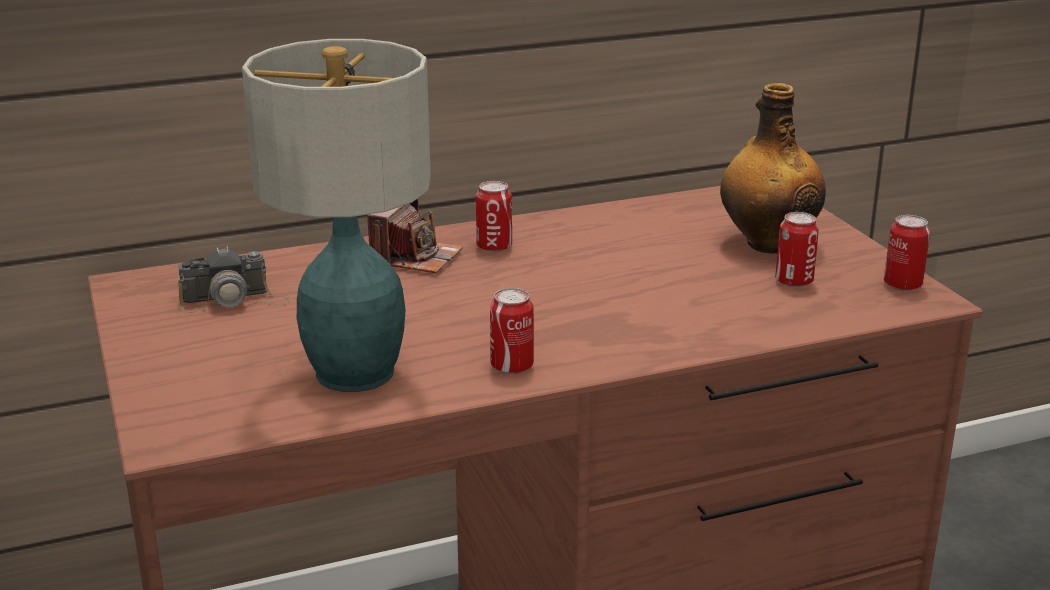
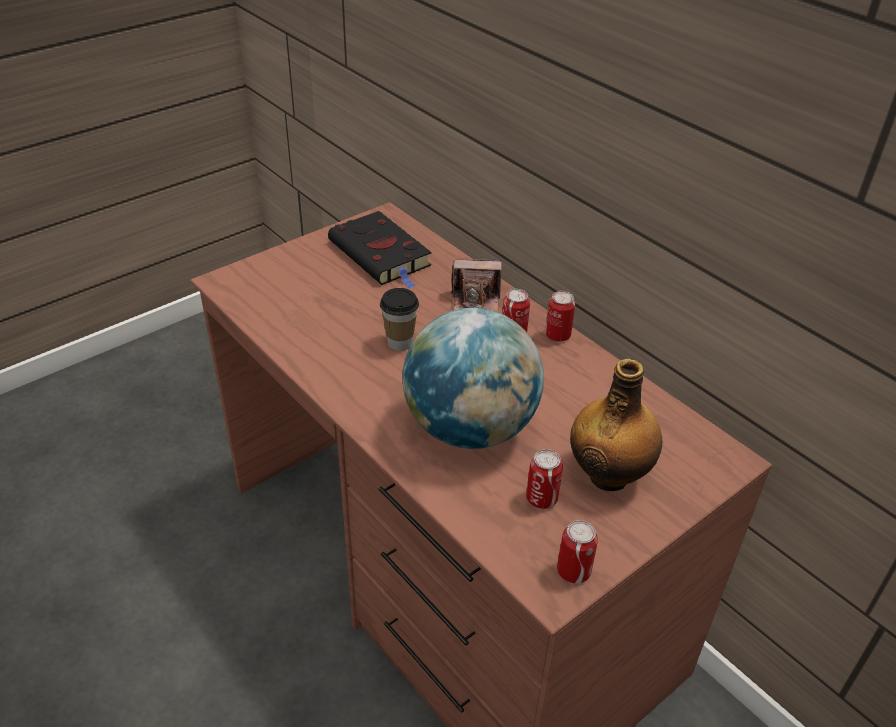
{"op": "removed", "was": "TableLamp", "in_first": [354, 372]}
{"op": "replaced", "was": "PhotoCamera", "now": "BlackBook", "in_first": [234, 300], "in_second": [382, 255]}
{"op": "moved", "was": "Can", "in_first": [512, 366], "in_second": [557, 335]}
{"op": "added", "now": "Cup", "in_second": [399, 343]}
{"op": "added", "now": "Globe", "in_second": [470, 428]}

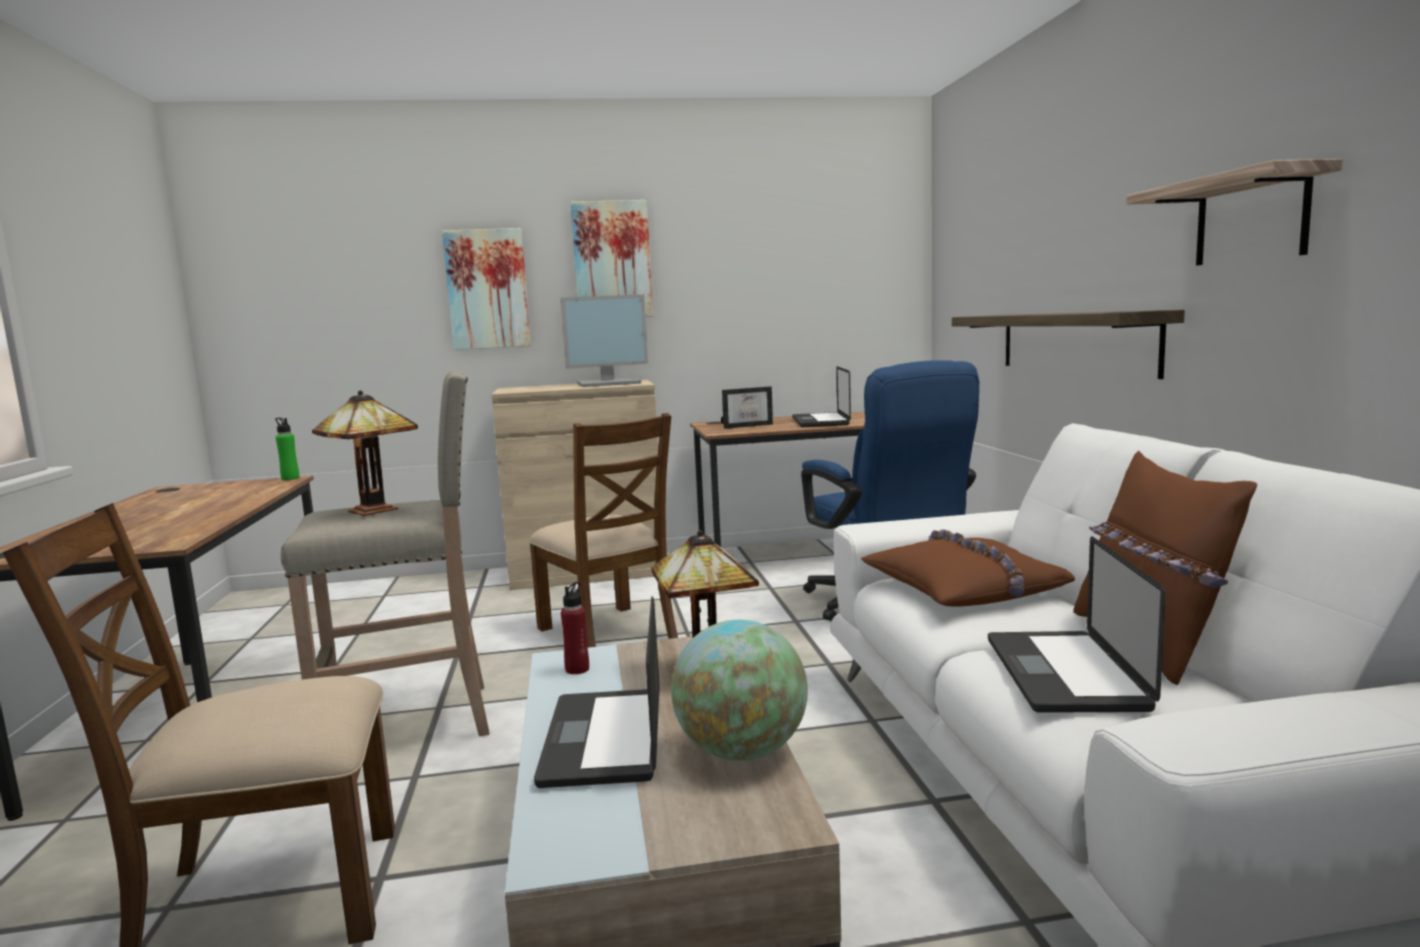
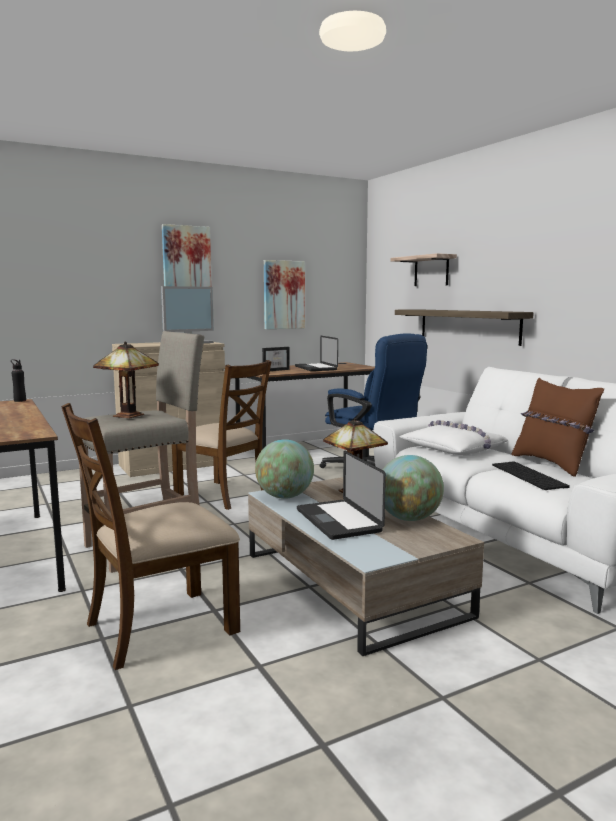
{"op": "moved", "was": "Shelf", "in_first": [1251, 219], "in_second": [431, 271]}
{"op": "moved", "was": "Picture", "in_first": [487, 289], "in_second": [283, 295]}
{"op": "recoloured", "was": "GreenBottle", "now": "BlackBottle", "in_first": [290, 478], "in_second": [20, 400]}
{"op": "recoloured", "was": "BrownPillow", "now": "WhitePillow", "in_first": [967, 589], "in_second": [455, 449]}
{"op": "replaced", "was": "Laptop", "now": "Keyboard", "in_first": [1064, 673], "in_second": [530, 476]}
{"op": "replaced", "was": "RedBottle", "now": "Globe", "in_first": [577, 669], "in_second": [284, 497]}

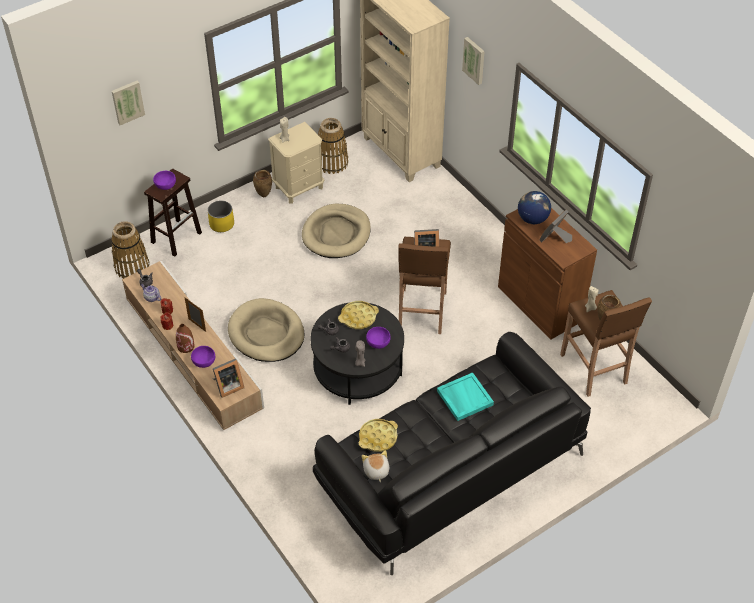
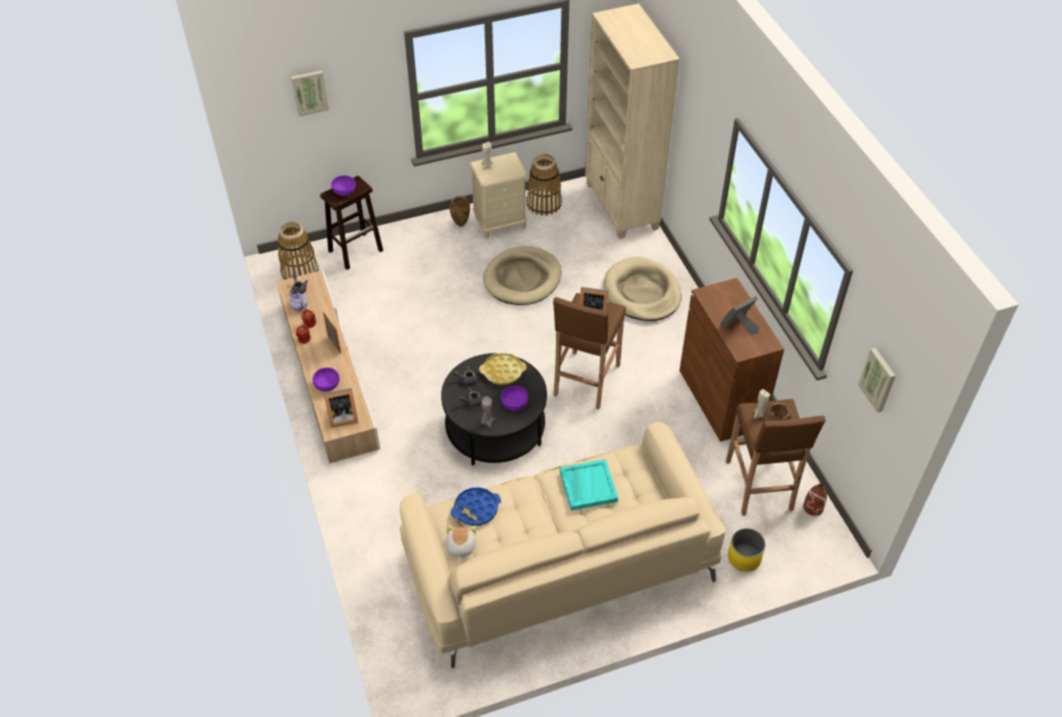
{"op": "moved", "was": "Picture", "in_first": [474, 60], "in_second": [878, 379]}
{"op": "removed", "was": "Globe", "in_first": [532, 219]}
{"op": "moved", "was": "YellowPlanter", "in_first": [221, 224], "in_second": [744, 558]}
{"op": "moved", "was": "BeigeDogBed", "in_first": [266, 333], "in_second": [642, 292]}
{"op": "moved", "was": "BrownVase", "in_first": [186, 346], "in_second": [813, 507]}
{"op": "recoloured", "was": "BlackSofa", "now": "BeigeSofa", "in_first": [449, 469], "in_second": [557, 562]}
{"op": "recoloured", "was": "YellowTray", "now": "BlueTray", "in_first": [378, 437], "in_second": [476, 509]}

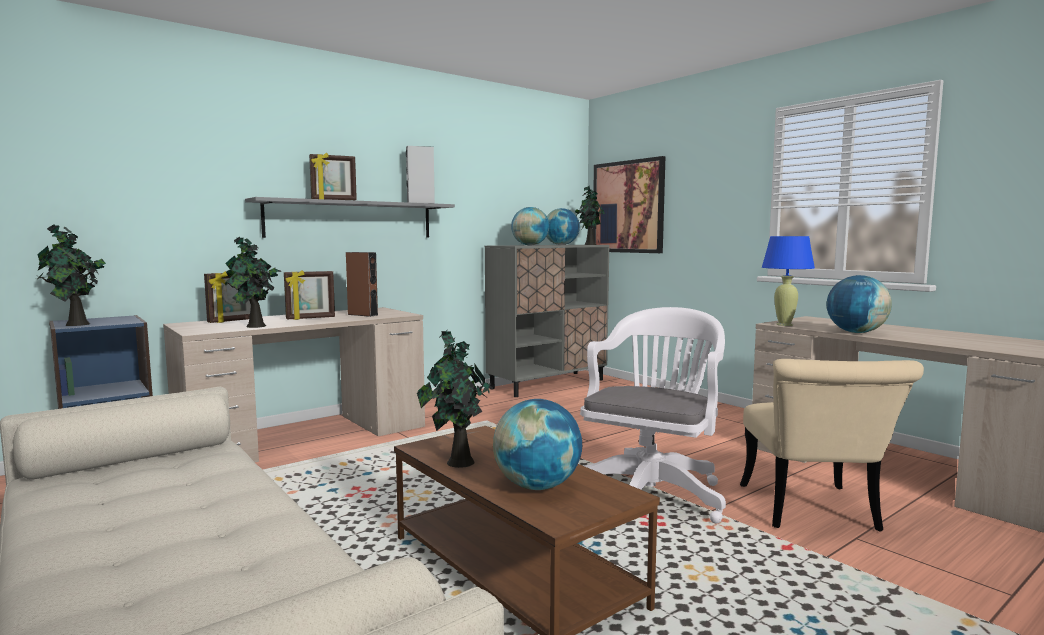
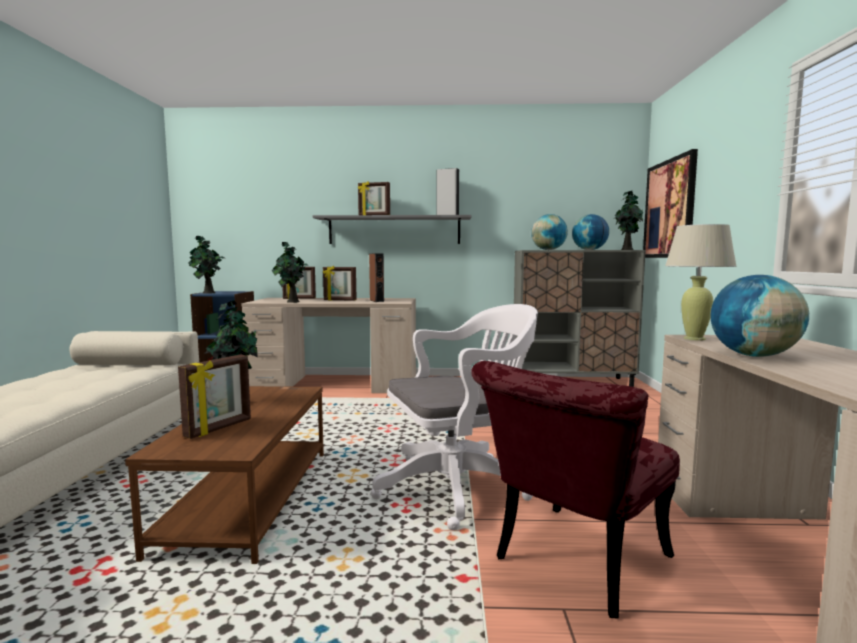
{"op": "recoloured", "was": "BlueTableLamp", "now": "BeigeTableLamp", "in_first": [784, 324], "in_second": [694, 338]}
{"op": "recoloured", "was": "BeigeChair", "now": "RedChair", "in_first": [813, 513], "in_second": [573, 565]}
{"op": "replaced", "was": "Globe", "now": "PictureFrame", "in_first": [537, 486], "in_second": [219, 428]}

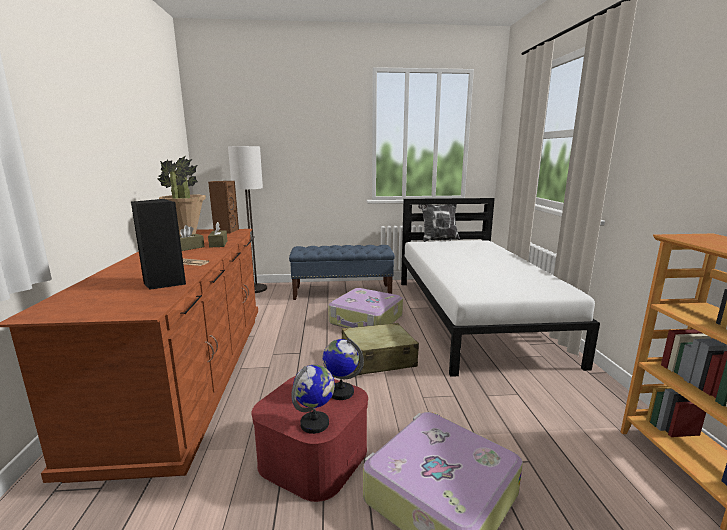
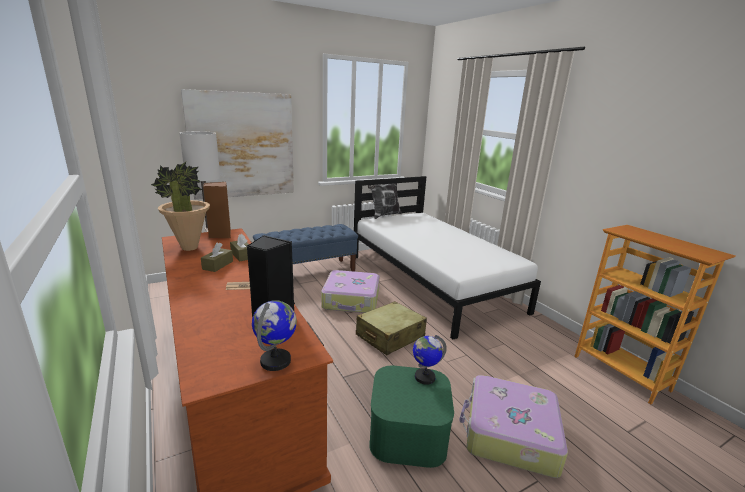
{"op": "moved", "was": "Globe", "in_first": [315, 424], "in_second": [276, 361]}
{"op": "recoloured", "was": "RedStorageBox", "now": "GreenStorageBox", "in_first": [313, 455], "in_second": [407, 432]}
{"op": "added", "now": "Picture", "in_second": [242, 145]}

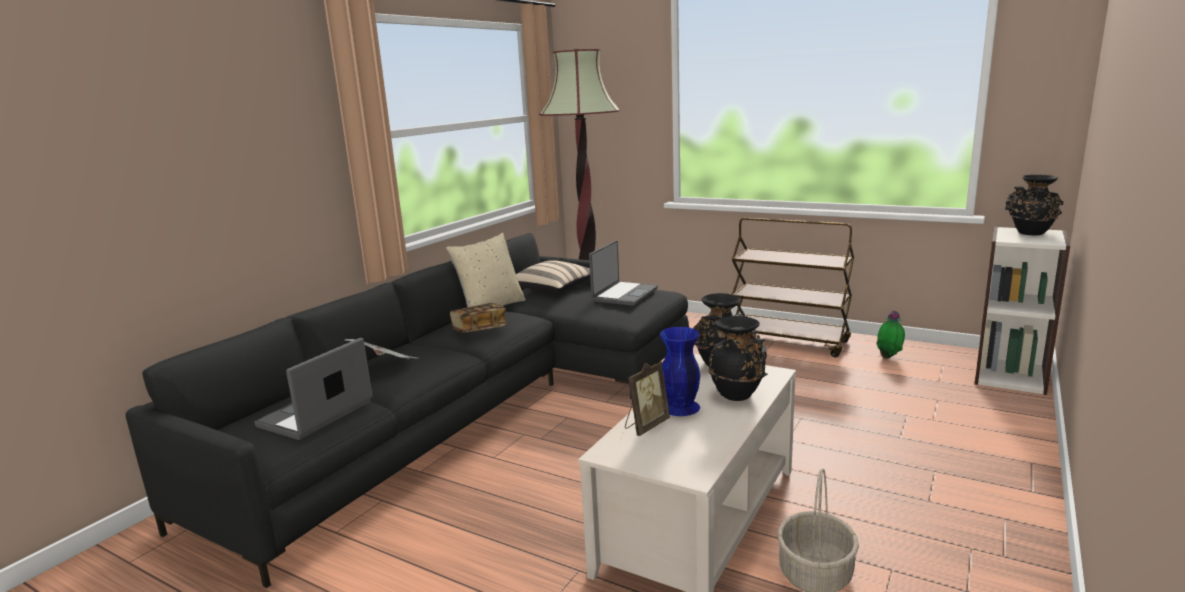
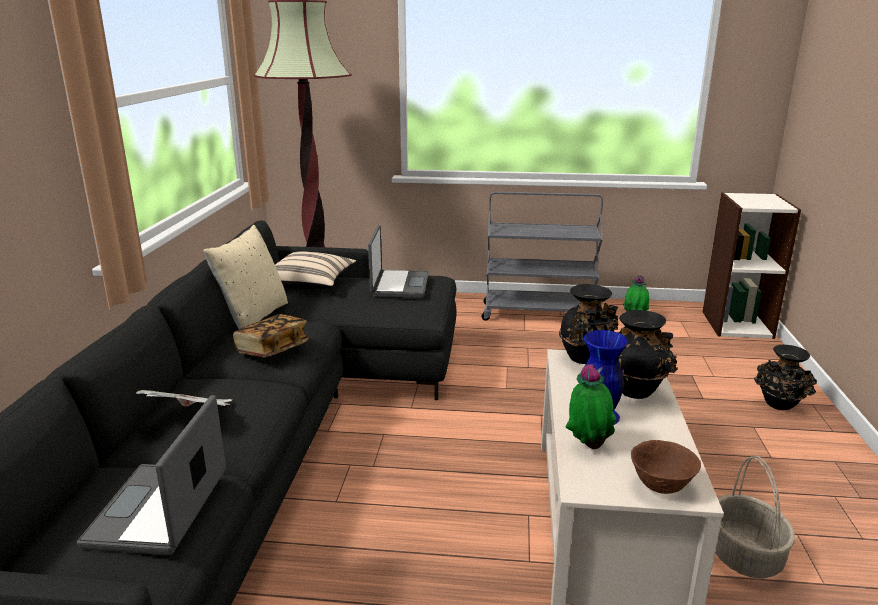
{"op": "moved", "was": "BlackVase", "in_first": [1030, 233], "in_second": [779, 406]}
{"op": "recoloured", "was": "BrownCart", "now": "GreyCart", "in_first": [789, 342], "in_second": [538, 313]}
{"op": "replaced", "was": "PictureFrame", "now": "PottedPlant", "in_first": [645, 426], "in_second": [588, 445]}
{"op": "added", "now": "BrownBowl", "in_second": [661, 486]}

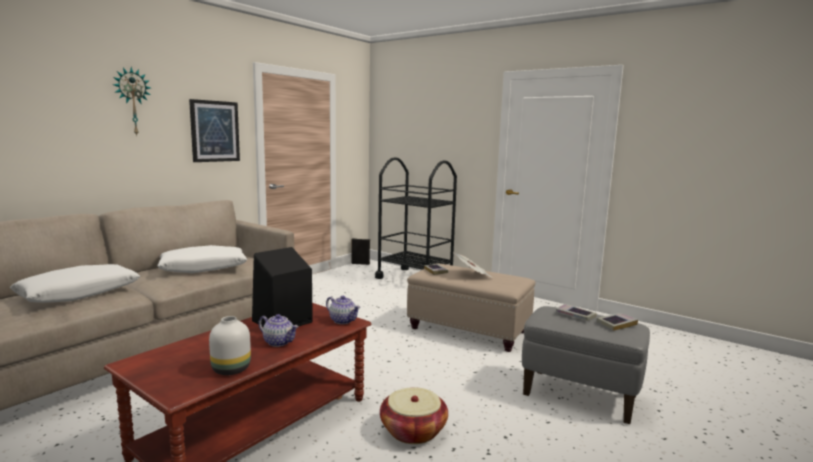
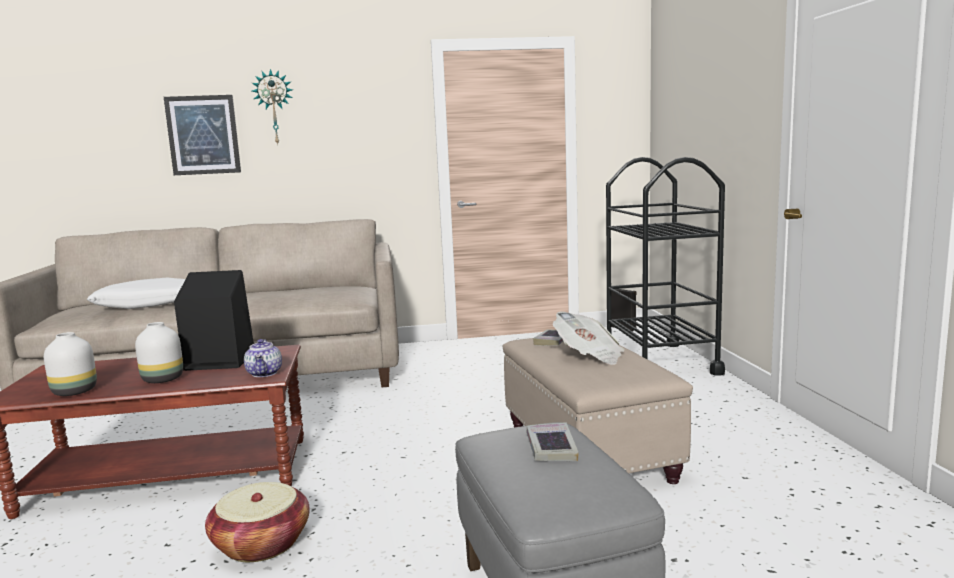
{"op": "moved", "was": "Picture", "in_first": [215, 131], "in_second": [203, 135]}
{"op": "removed", "was": "WhitePillow", "in_first": [203, 268]}
{"op": "removed", "was": "Book", "in_first": [616, 324]}
{"op": "replaced", "was": "Teapot", "now": "WhiteVase", "in_first": [279, 342], "in_second": [164, 379]}

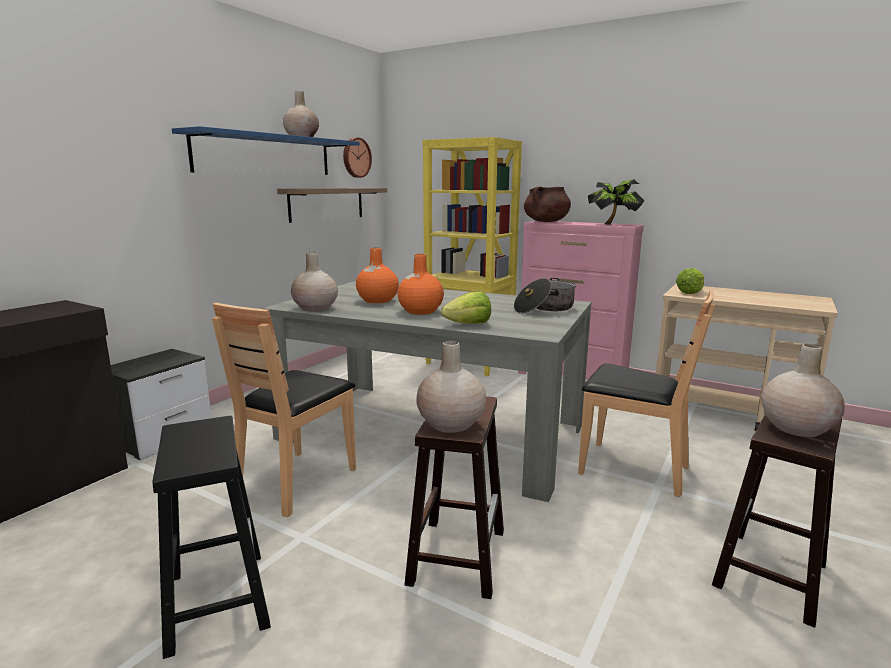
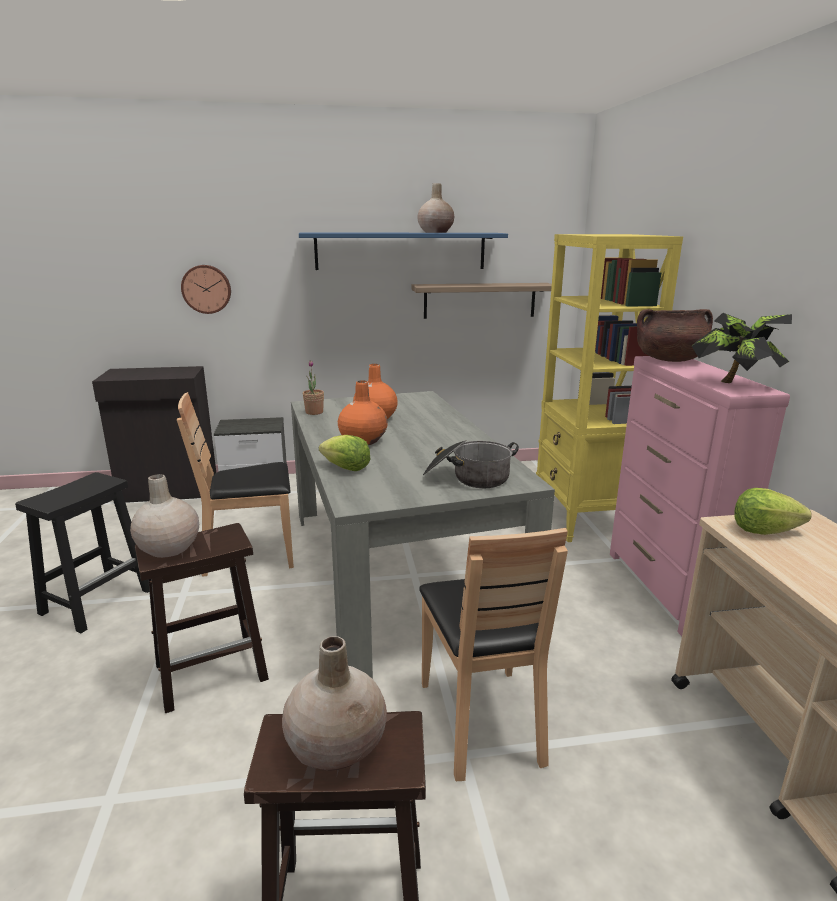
{"op": "moved", "was": "WallClock", "in_first": [356, 157], "in_second": [206, 289]}
{"op": "replaced", "was": "BeigeVase", "now": "PottedPlant", "in_first": [315, 308], "in_second": [314, 412]}

